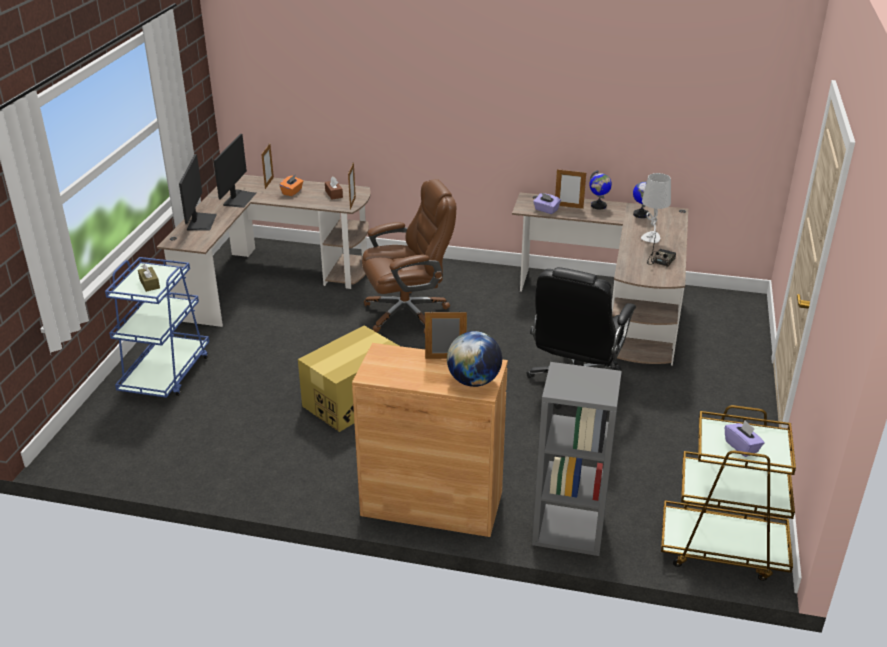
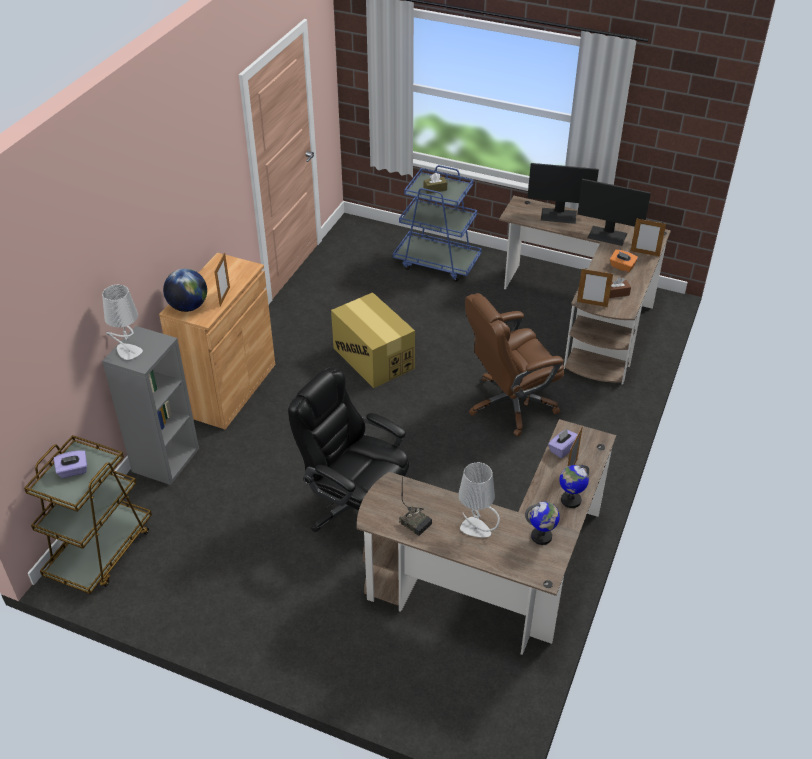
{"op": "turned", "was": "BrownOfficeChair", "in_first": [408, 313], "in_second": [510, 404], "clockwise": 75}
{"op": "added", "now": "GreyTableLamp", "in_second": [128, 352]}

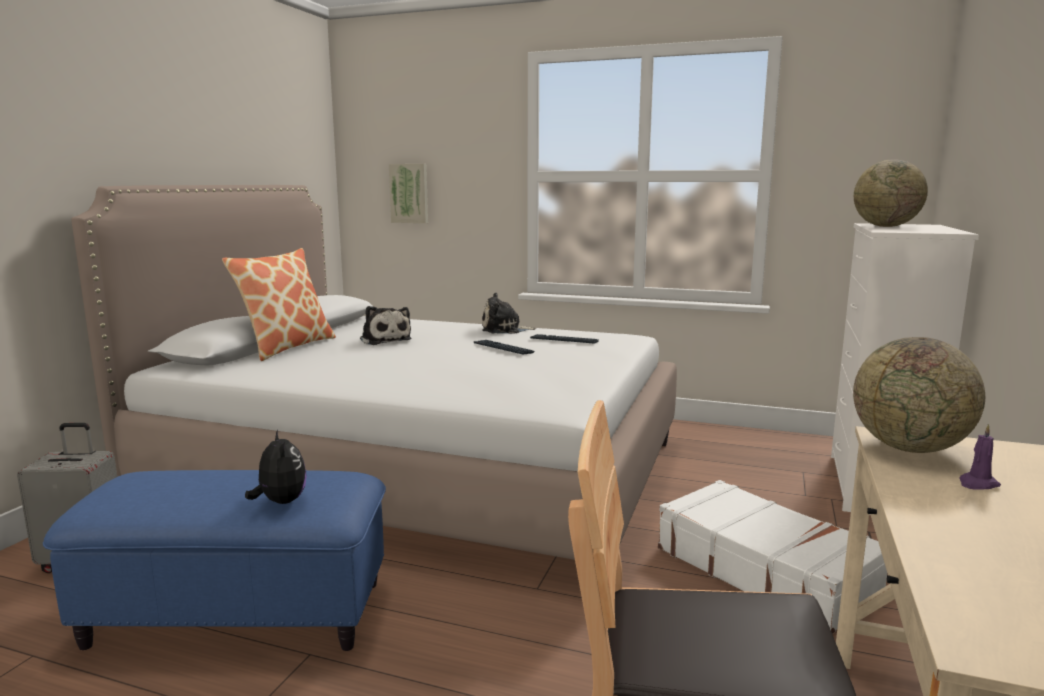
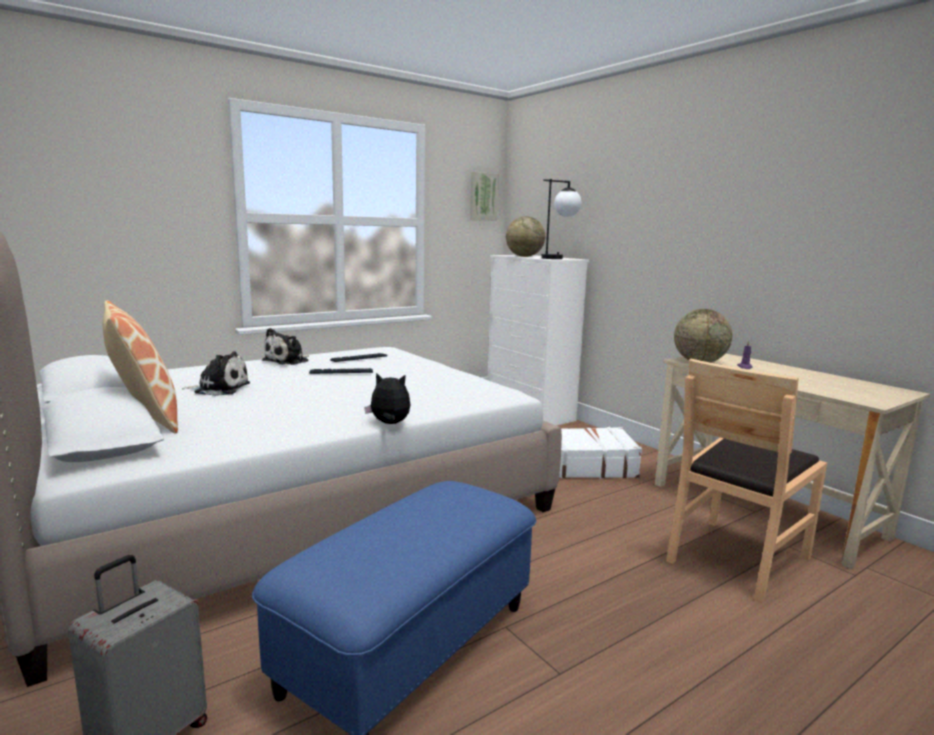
{"op": "moved", "was": "Picture", "in_first": [409, 193], "in_second": [483, 196]}
{"op": "moved", "was": "PlushToy", "in_first": [280, 502], "in_second": [389, 424]}
{"op": "added", "now": "TableLamp", "in_second": [559, 258]}

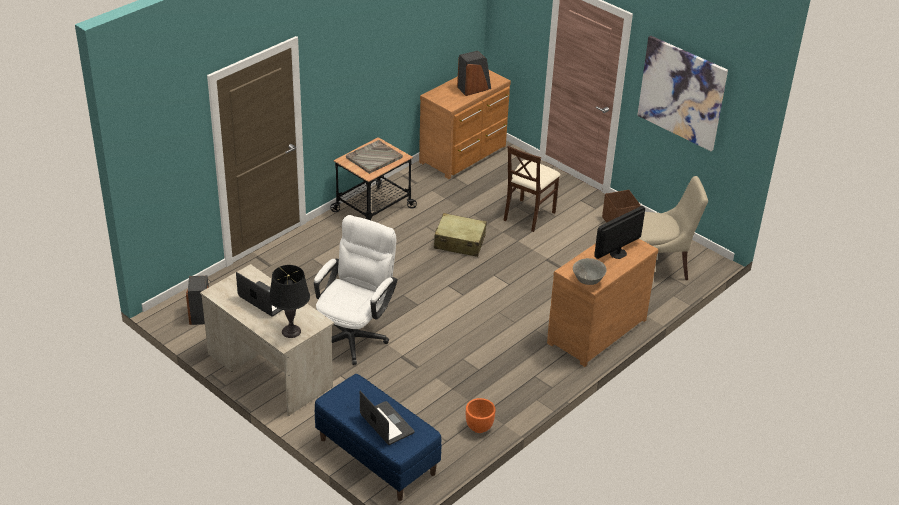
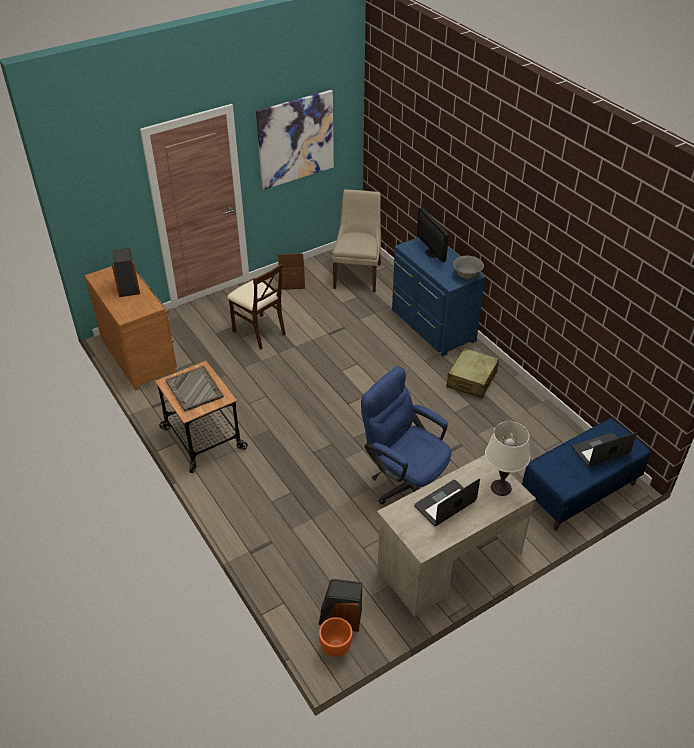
{"op": "moved", "was": "BeigeSuitcase", "in_first": [459, 242], "in_second": [471, 380]}
{"op": "recoloured", "was": "WhiteOfficeChair", "now": "BlueOfficeChair", "in_first": [355, 334], "in_second": [405, 483]}
{"op": "recoloured", "was": "BrownDresser", "now": "BlueDresser", "in_first": [594, 330], "in_second": [431, 326]}
{"op": "recoloured", "was": "BlackTableLamp", "now": "WhiteTableLamp", "in_first": [291, 331], "in_second": [501, 487]}
{"op": "moved", "was": "OrangePlanter", "in_first": [479, 428], "in_second": [336, 648]}

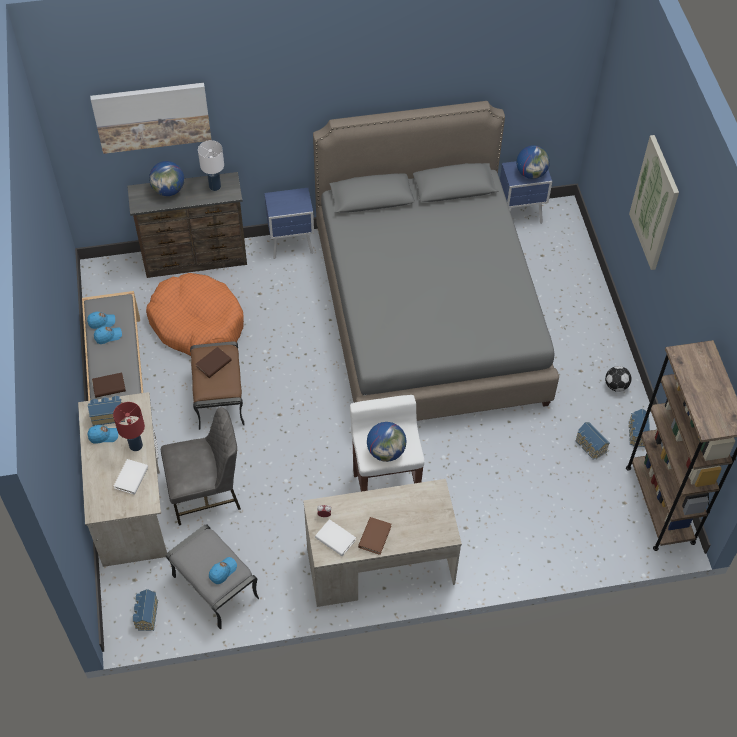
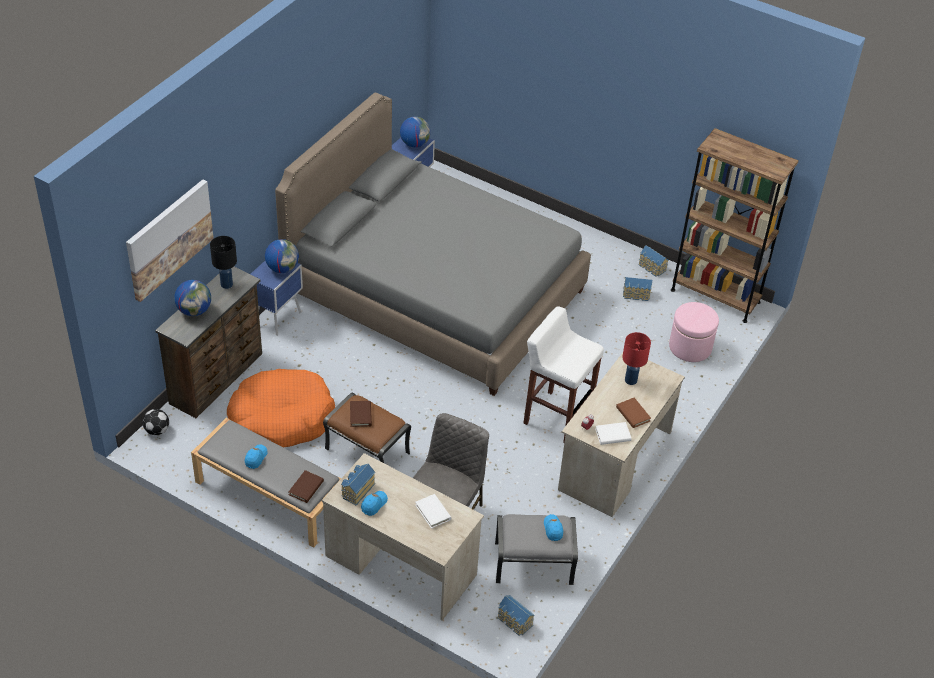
{"op": "removed", "was": "Picture", "in_first": [655, 203]}
{"op": "recoloured", "was": "WhiteTableLamp", "now": "BlackTableLamp", "in_first": [215, 186], "in_second": [227, 284]}
{"op": "removed", "was": "BlueCap", "in_first": [102, 322]}
{"op": "moved", "was": "Football", "in_first": [616, 386], "in_second": [157, 430]}
{"op": "moved", "was": "RedTableLamp", "in_first": [136, 445], "in_second": [631, 380]}
{"op": "moved", "was": "Globe", "in_first": [386, 451], "in_second": [282, 268]}
{"op": "added", "now": "PinkOttoman", "in_second": [690, 347]}

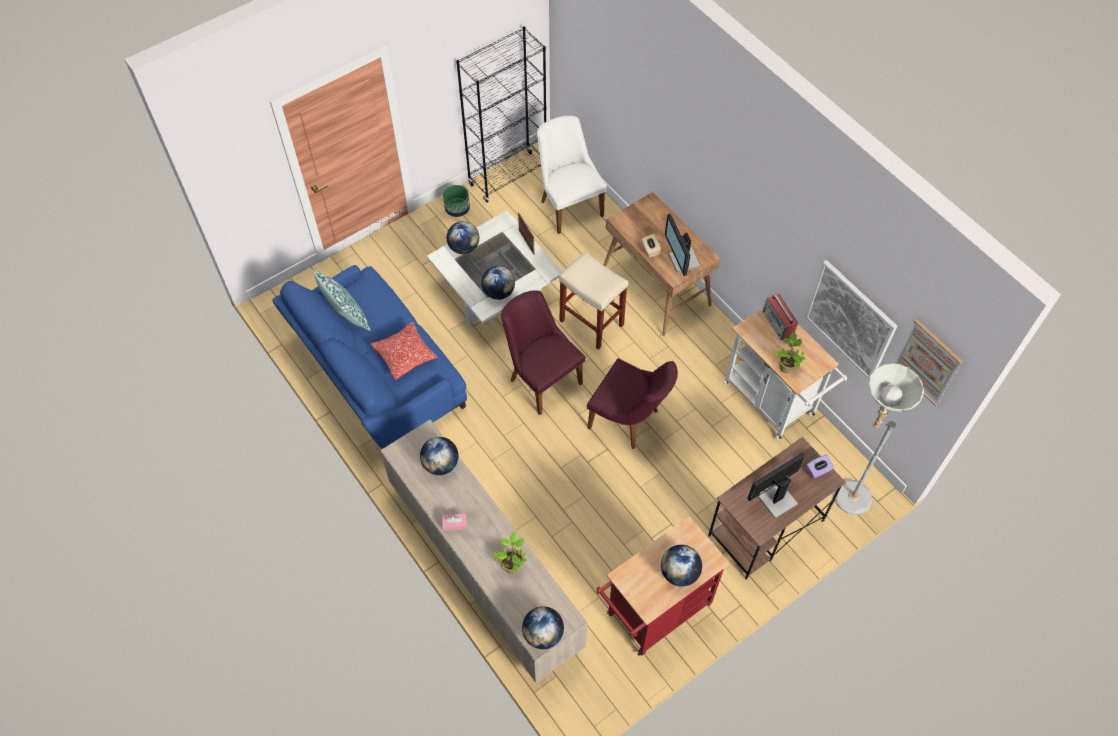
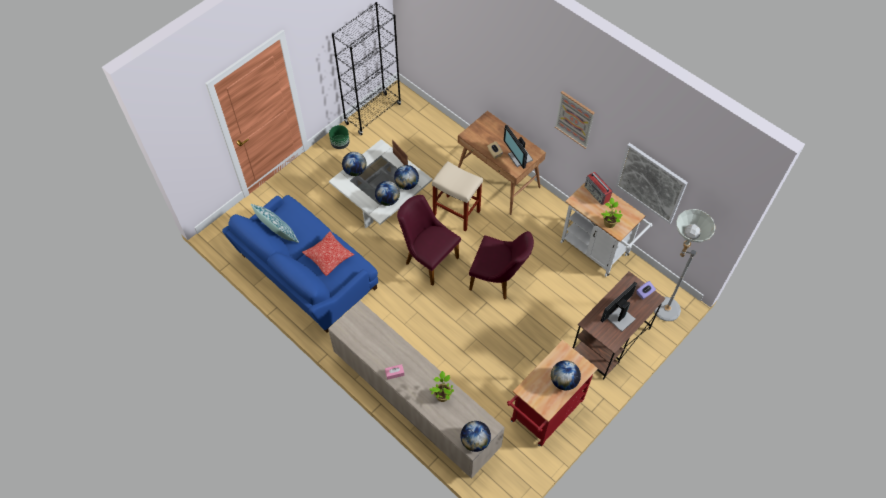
{"op": "removed", "was": "WhiteChair", "in_first": [568, 204]}
{"op": "moved", "was": "Picture", "in_first": [927, 362], "in_second": [574, 119]}
{"op": "moved", "was": "Globe", "in_first": [440, 464], "in_second": [406, 184]}

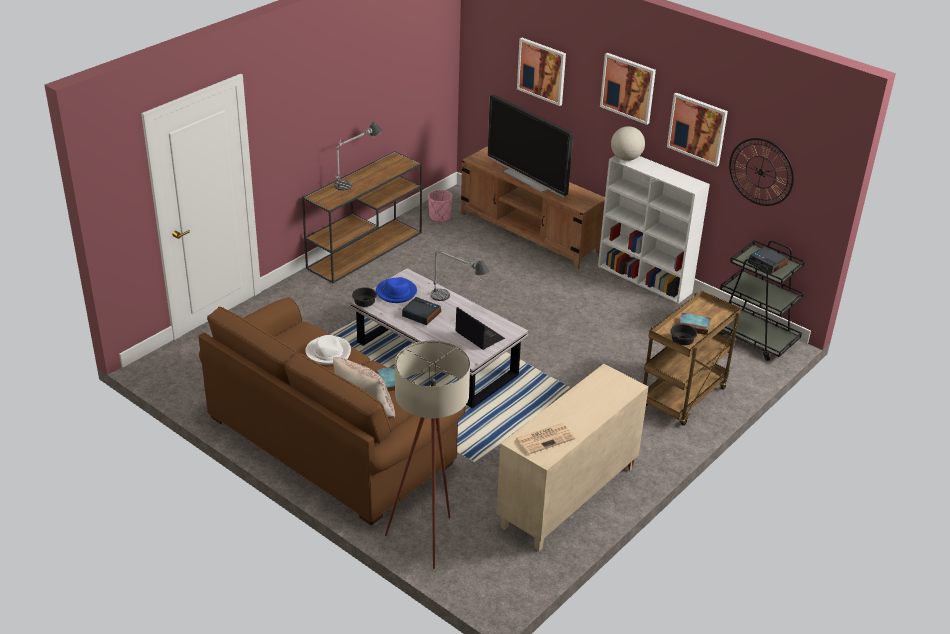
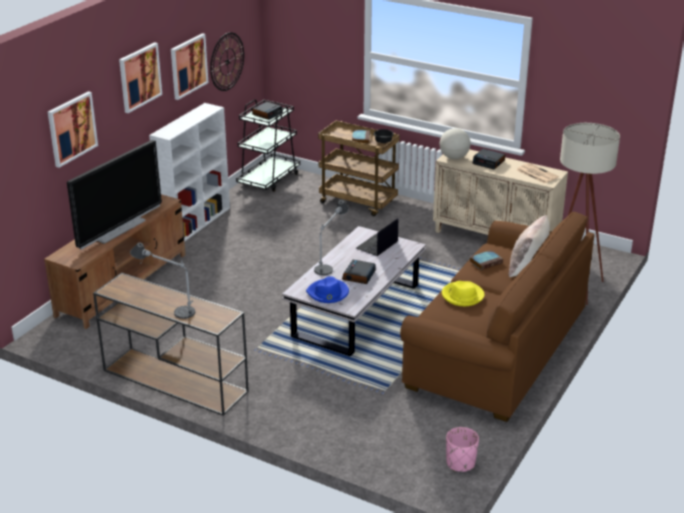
{"op": "moved", "was": "Globe", "in_first": [626, 158], "in_second": [454, 157]}
{"op": "moved", "was": "PinkPlanter", "in_first": [440, 217], "in_second": [460, 463]}
{"op": "removed", "was": "BlackBowl", "in_first": [364, 303]}
{"op": "recoloured", "was": "WhiteHat", "now": "YellowHat", "in_first": [328, 352], "in_second": [462, 296]}
{"op": "added", "now": "AlarmClock", "in_second": [489, 162]}

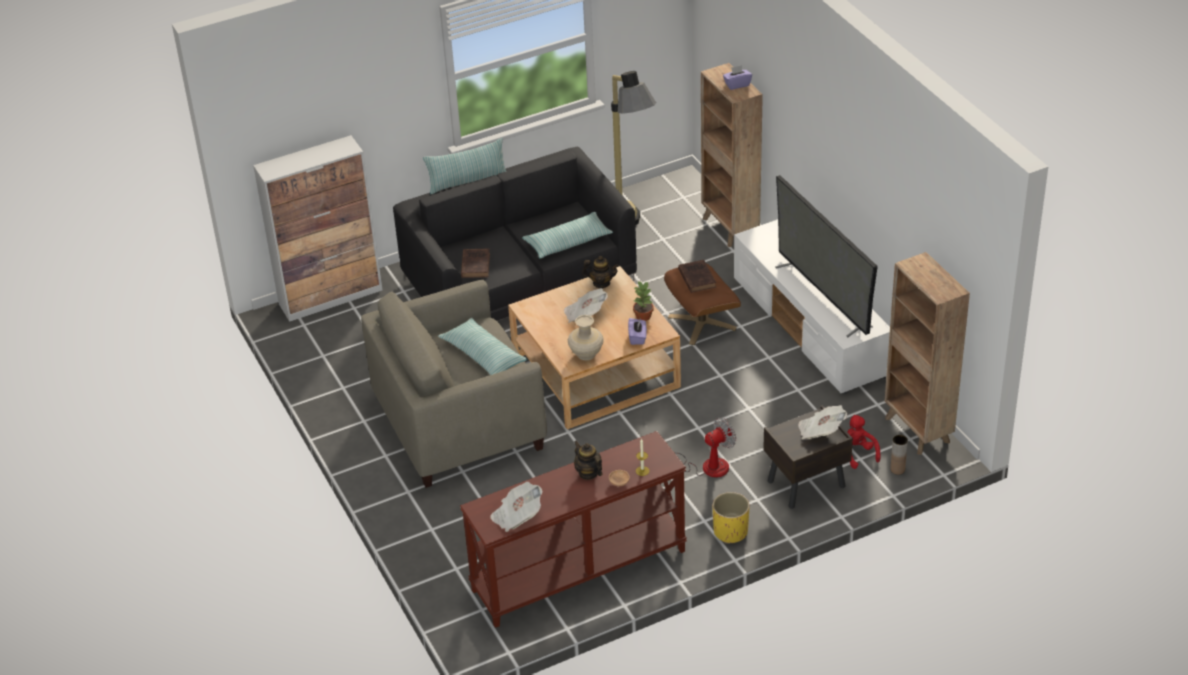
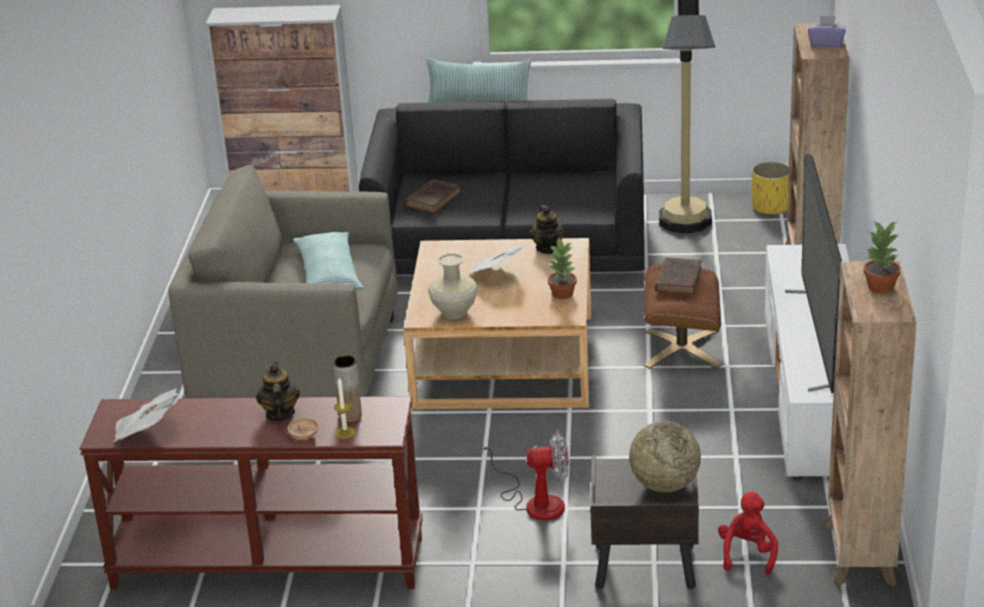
{"op": "removed", "was": "Pillow", "in_first": [568, 242]}
{"op": "turned", "was": "Teapot", "in_first": [601, 283], "in_second": [548, 248], "clockwise": 45}
{"op": "removed", "was": "PurpleTissueBox", "in_first": [637, 337]}
{"op": "replaced", "was": "Newspaper", "now": "Globe", "in_first": [820, 431], "in_second": [664, 485]}
{"op": "moved", "was": "BrownVase", "in_first": [897, 469], "in_second": [350, 416]}
{"op": "moved", "was": "YellowPlanter", "in_first": [730, 532], "in_second": [770, 207]}
{"op": "added", "now": "PottedPlant", "in_second": [881, 287]}

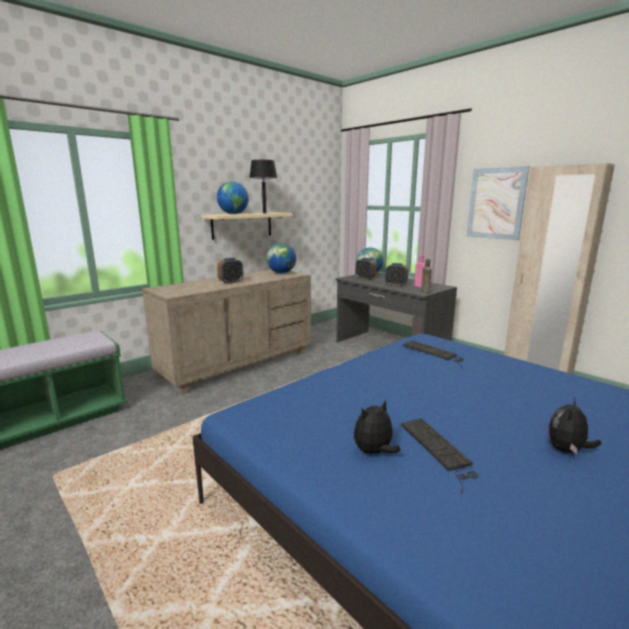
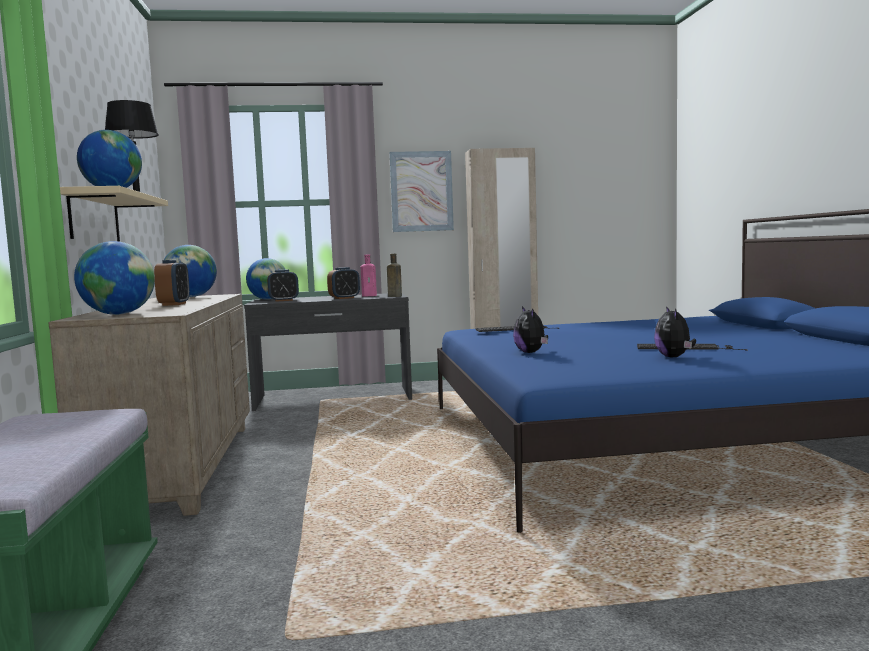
{"op": "moved", "was": "PlushToy", "in_first": [567, 450], "in_second": [531, 352]}
{"op": "added", "now": "Globe", "in_second": [118, 314]}

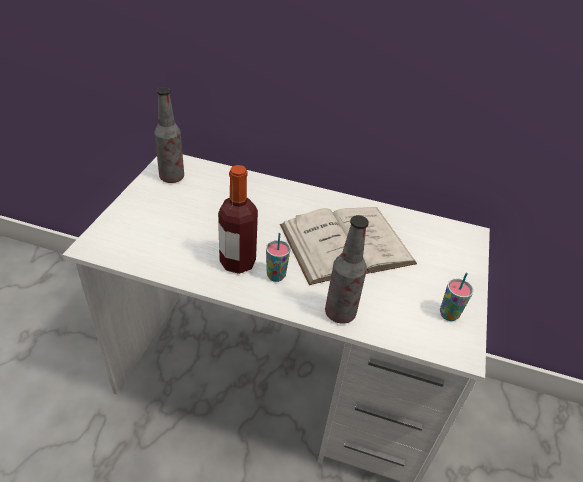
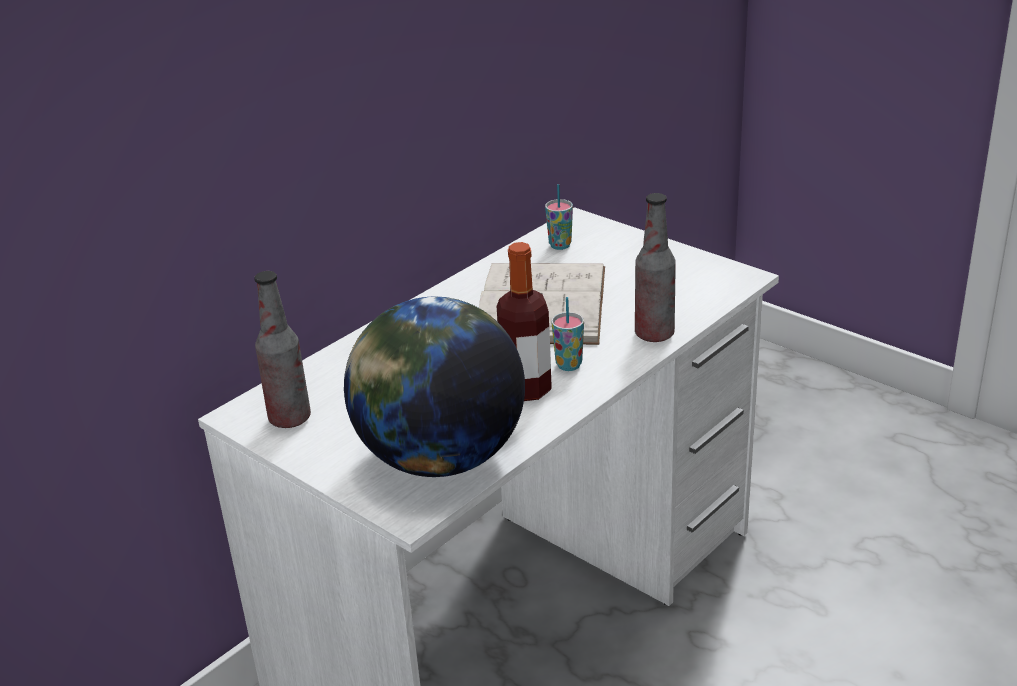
{"op": "moved", "was": "Cup", "in_first": [448, 314], "in_second": [560, 245]}
{"op": "added", "now": "Globe", "in_second": [440, 458]}

